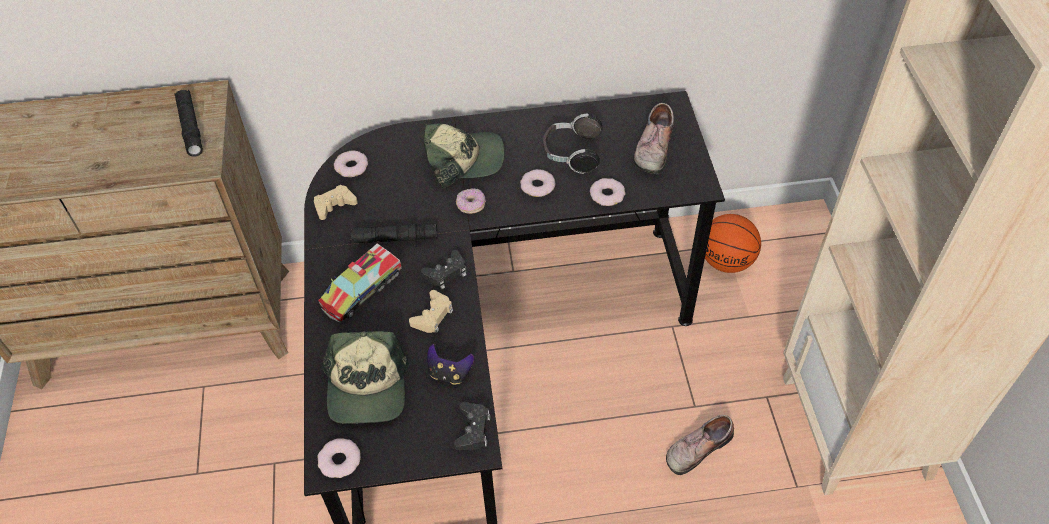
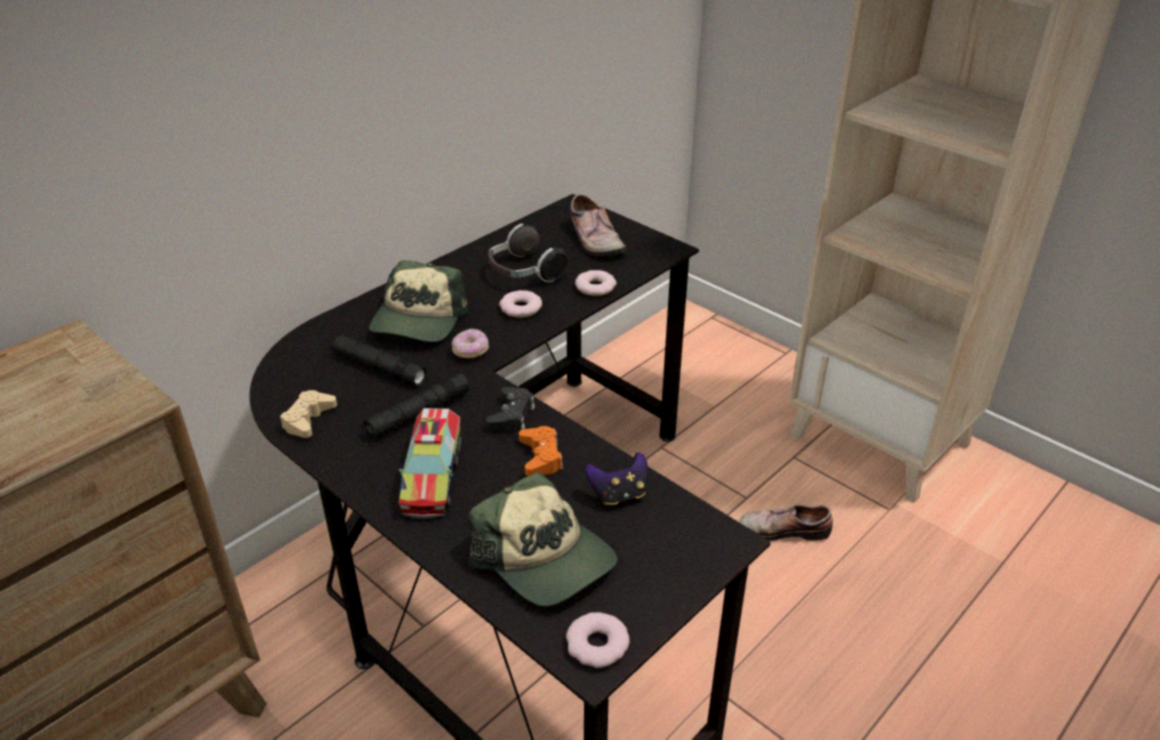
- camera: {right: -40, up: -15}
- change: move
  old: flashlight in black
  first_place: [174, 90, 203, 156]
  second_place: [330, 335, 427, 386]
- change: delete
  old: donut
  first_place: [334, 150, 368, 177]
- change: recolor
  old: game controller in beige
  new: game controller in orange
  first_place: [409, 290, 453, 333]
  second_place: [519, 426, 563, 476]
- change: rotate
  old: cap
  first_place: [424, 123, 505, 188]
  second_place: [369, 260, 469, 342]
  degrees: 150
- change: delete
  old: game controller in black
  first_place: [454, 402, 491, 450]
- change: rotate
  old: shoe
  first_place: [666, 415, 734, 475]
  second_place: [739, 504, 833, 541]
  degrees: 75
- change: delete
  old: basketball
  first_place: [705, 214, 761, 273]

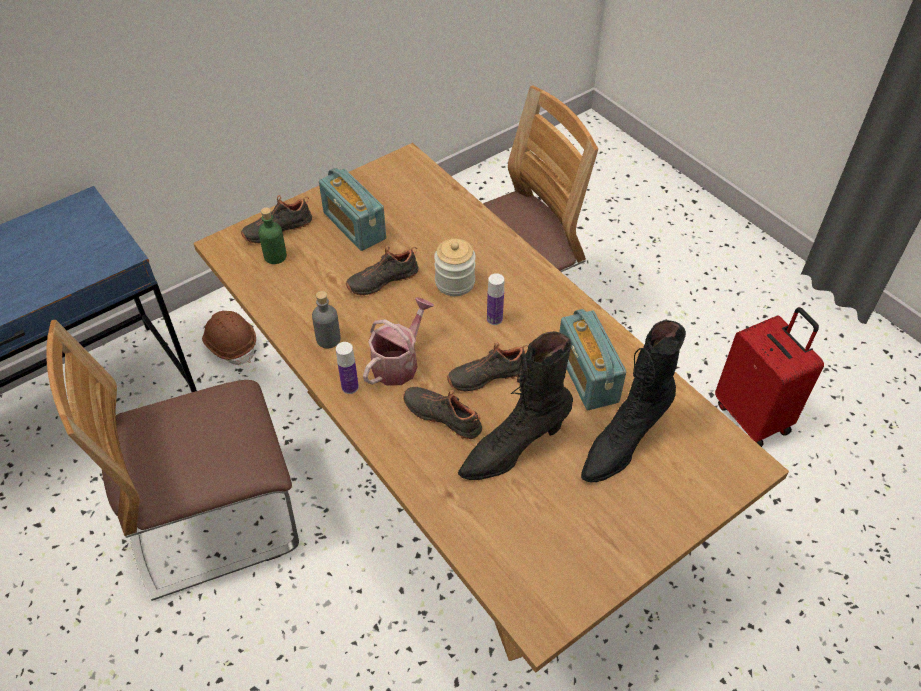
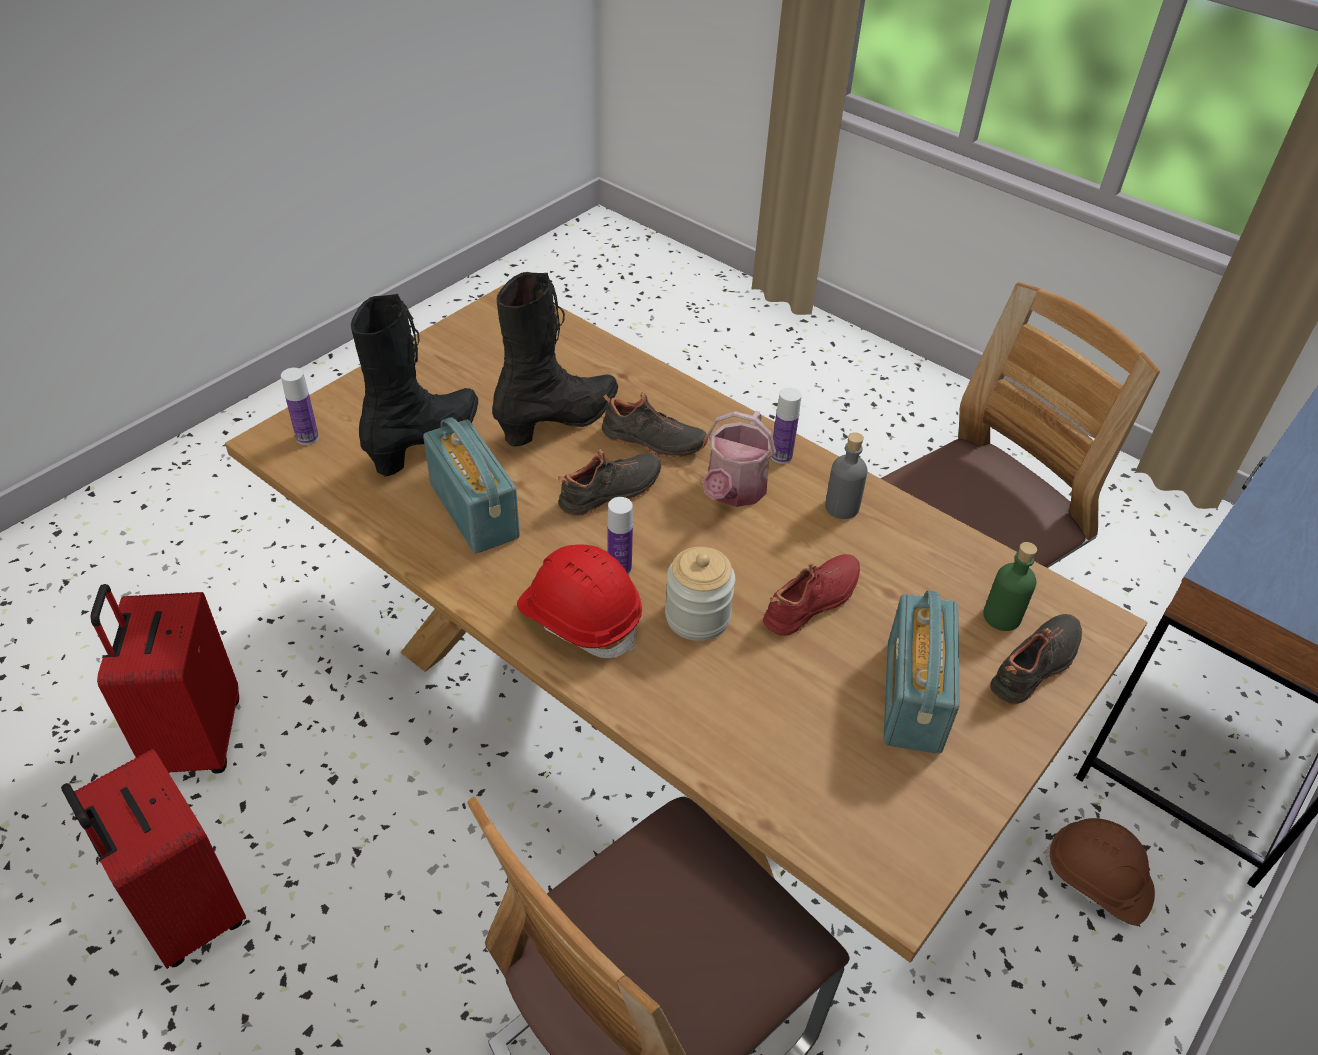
- camera: {right: 165, up: -5}
- change: rotate
  old: radio
  first_place: [319, 168, 386, 251]
  second_place: [883, 590, 960, 754]
  degrees: -120
- change: recolor
  old: shoe in black
  new: shoe in red
  first_place: [346, 246, 419, 296]
  second_place: [763, 554, 860, 636]
- change: insert
  new: suitcase in red
  second_place: [90, 584, 239, 774]
- change: insert
  new: bottle
  second_place: [281, 368, 319, 445]
- change: insert
  new: hard hat in red
  second_place: [517, 544, 642, 658]

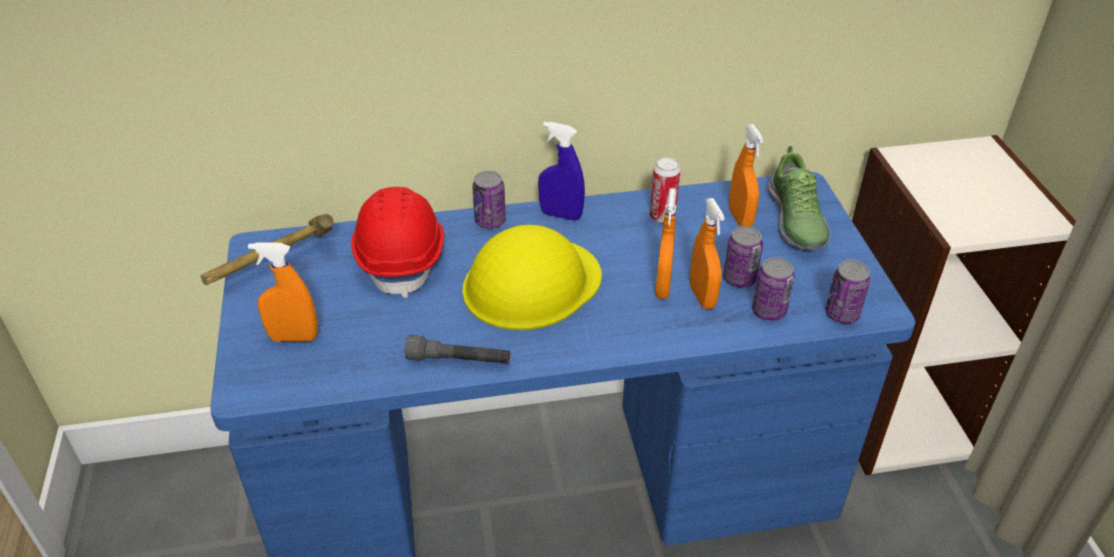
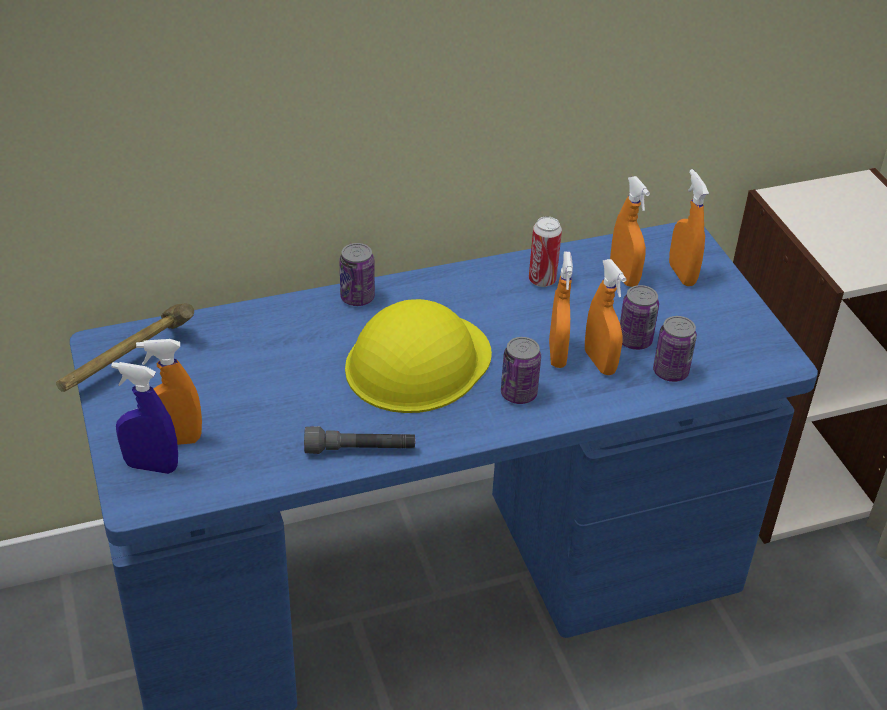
- camera: {right: -10, up: 0}
- change: delete
  old: hard hat in red
  first_place: [351, 187, 444, 298]
- change: move
  old: spray bottle in blue
  first_place: [538, 122, 585, 221]
  second_place: [111, 362, 178, 474]
- change: replace
  old: shoe
  new: spray bottle in orange
  first_place: [767, 146, 830, 250]
  second_place: [669, 169, 709, 286]
- change: move
  old: can
  first_place: [825, 260, 870, 323]
  second_place: [501, 337, 541, 404]

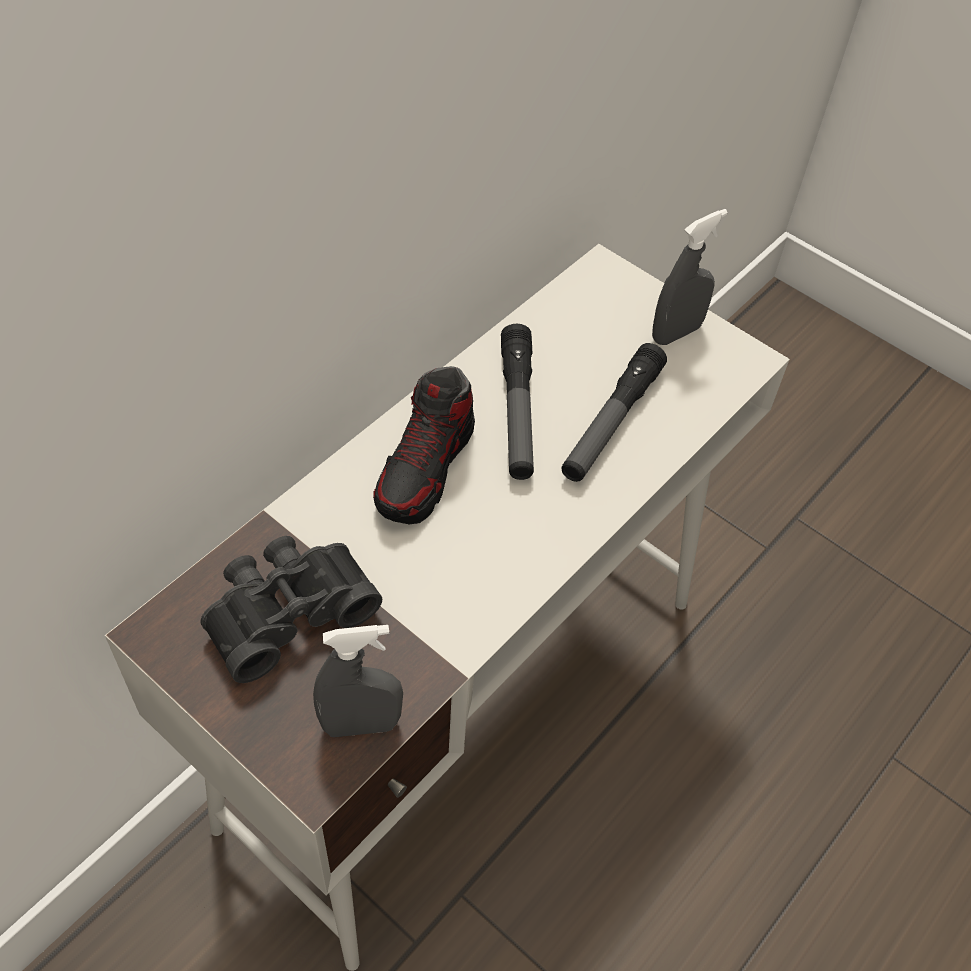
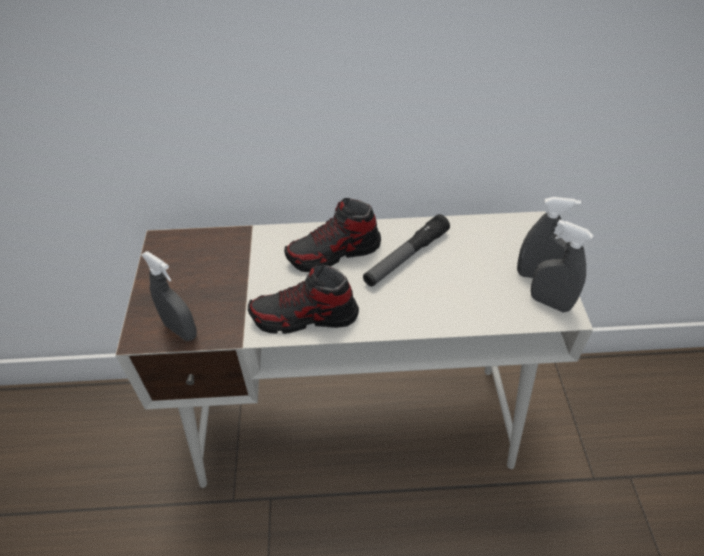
- camera: {right: 50, up: -5}
- change: delete
  old: binoculars in black
  first_place: [200, 536, 382, 683]
- change: delete
  old: flashlight
  first_place: [562, 343, 667, 482]
- change: insert
  new: shoe
  second_place: [248, 264, 359, 334]
- change: insert
  new: spray bottle in grey
  second_place: [531, 220, 594, 312]

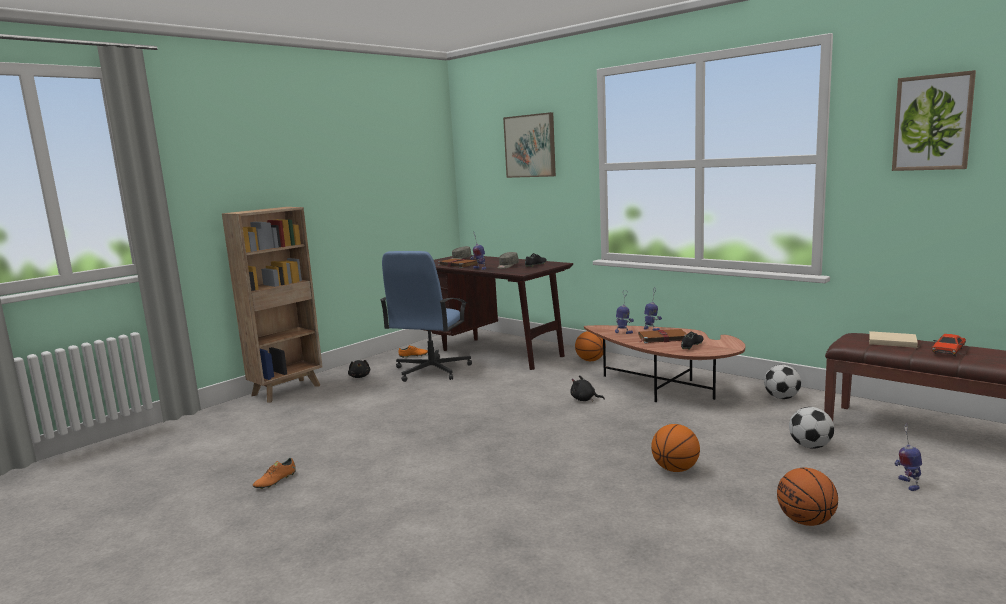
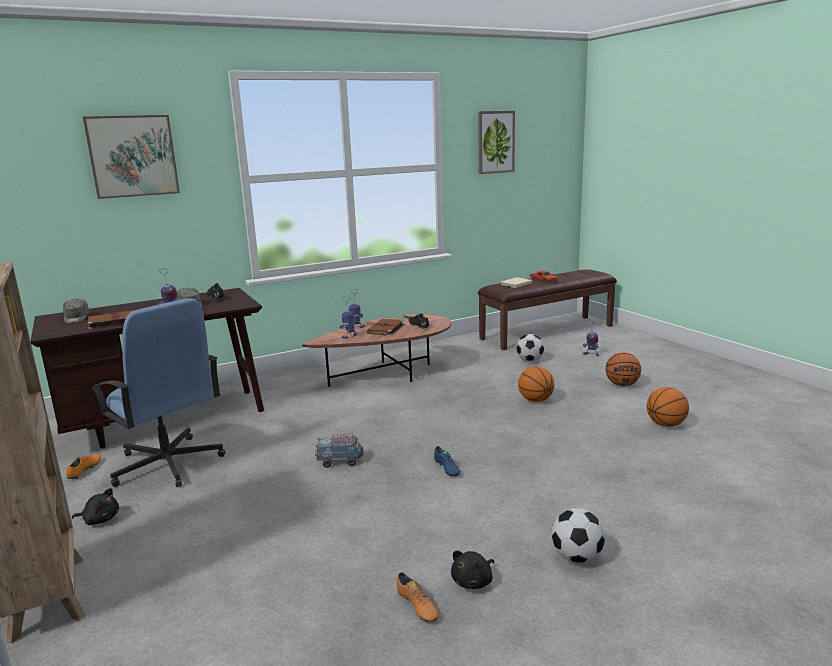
- camera: {right: -70, up: 5}
- change: move
  old: plush toy in black
  first_place: [570, 375, 605, 401]
  second_place: [451, 551, 494, 589]
- change: move
  old: basketball
  first_place: [575, 331, 606, 361]
  second_place: [647, 387, 689, 427]
- change: move
  old: football
  first_place: [764, 365, 801, 399]
  second_place: [551, 508, 605, 563]
- change: insert
  new: toy truck
  second_place: [315, 433, 364, 468]
- change: insert
  new: shoe in blue
  second_place: [434, 446, 460, 477]

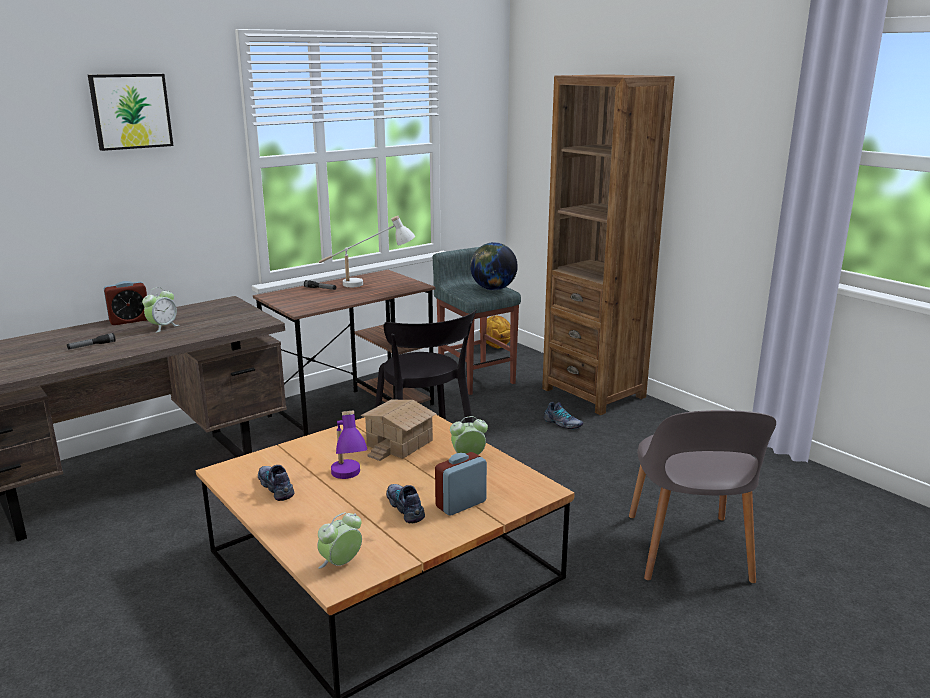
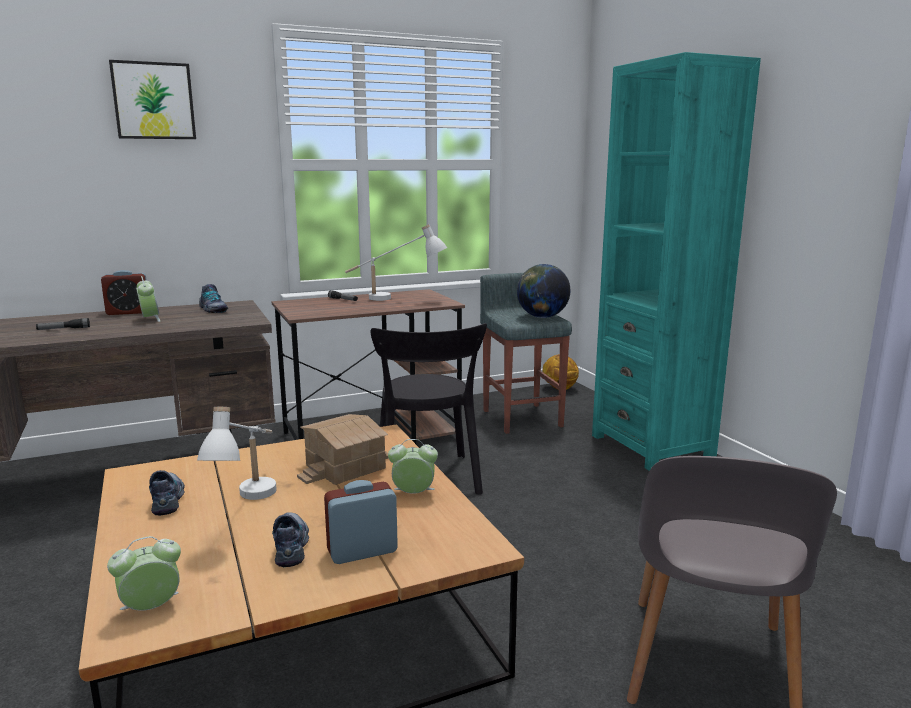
- camera: {right: 15, up: -5}
- change: rotate
  old: alarm clock
  first_place: [142, 287, 179, 333]
  second_place: [136, 276, 160, 322]
  degrees: -75
- change: recolor
  old: table lamp in purple
  new: table lamp in white
  first_place: [331, 410, 367, 479]
  second_place: [197, 407, 277, 500]
- change: recolor
  old: bookcase in brown
  new: bookcase in turquoise
  first_place: [542, 74, 675, 415]
  second_place: [592, 52, 761, 471]
- change: move
  old: shoe
  first_place: [544, 402, 583, 429]
  second_place: [199, 284, 228, 313]

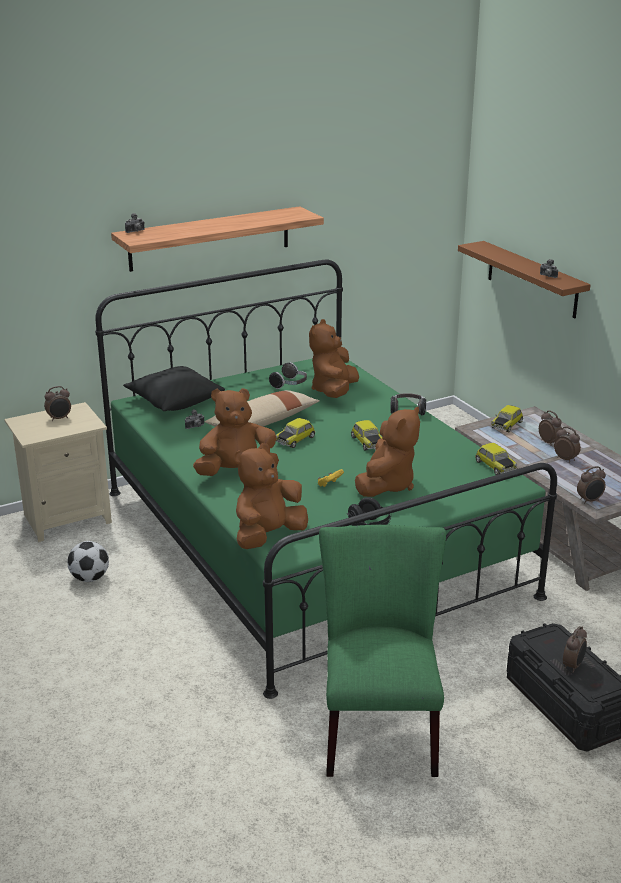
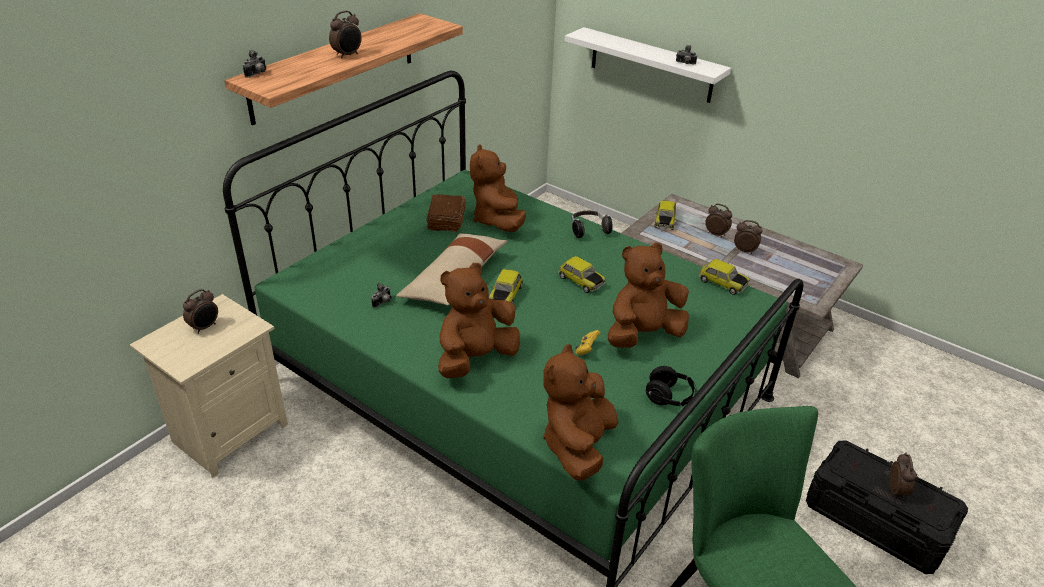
- camera: {right: -25, up: 10}
- change: delete
  old: football
  first_place: [68, 541, 109, 582]
- change: delete
  old: pillow in black
  first_place: [123, 366, 225, 411]
- change: replace
  old: headphones
  new: book in brown
  first_place: [269, 362, 307, 389]
  second_place: [427, 194, 466, 232]
- change: rotate
  old: plush toy in brown
  first_place: [355, 406, 420, 497]
  second_place: [608, 242, 689, 348]
  degrees: -120
- change: recolor
  old: shelf in brown
  new: shelf in white
  first_place: [458, 241, 590, 319]
  second_place: [565, 27, 731, 103]
- change: move
  old: alarm clock
  first_place: [577, 466, 606, 504]
  second_place: [329, 11, 362, 59]

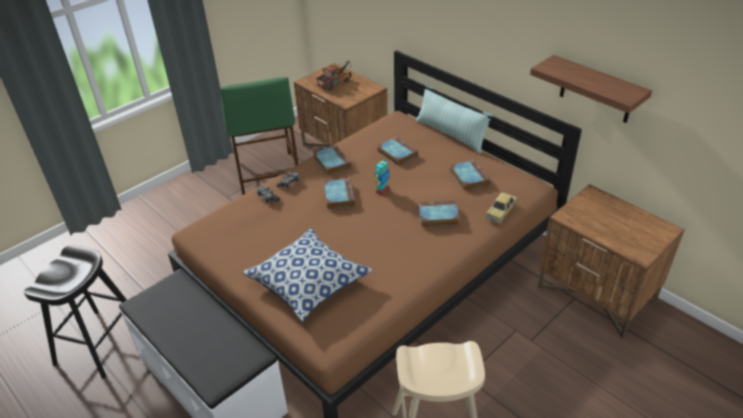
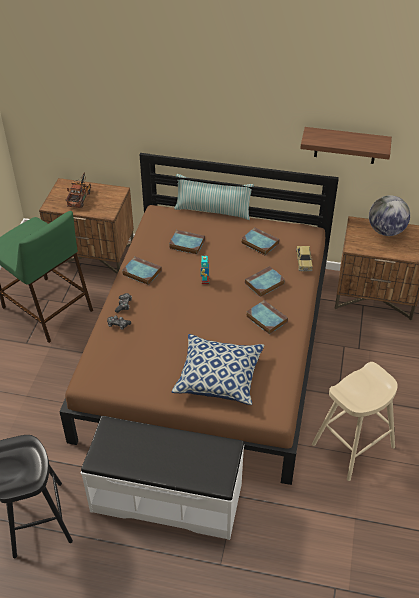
- camera: {right: -35, up: 5}
- change: move
  old: book
  first_place: [324, 178, 355, 209]
  second_place: [246, 300, 288, 335]
- change: insert
  new: globe
  second_place: [369, 195, 410, 236]

